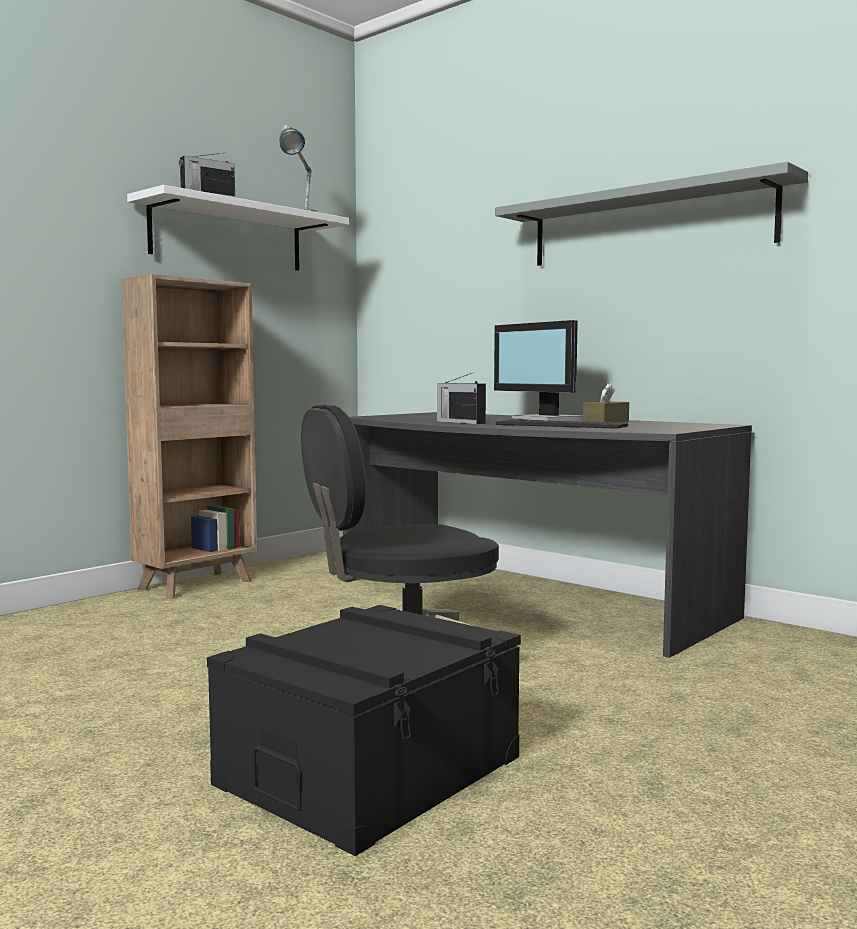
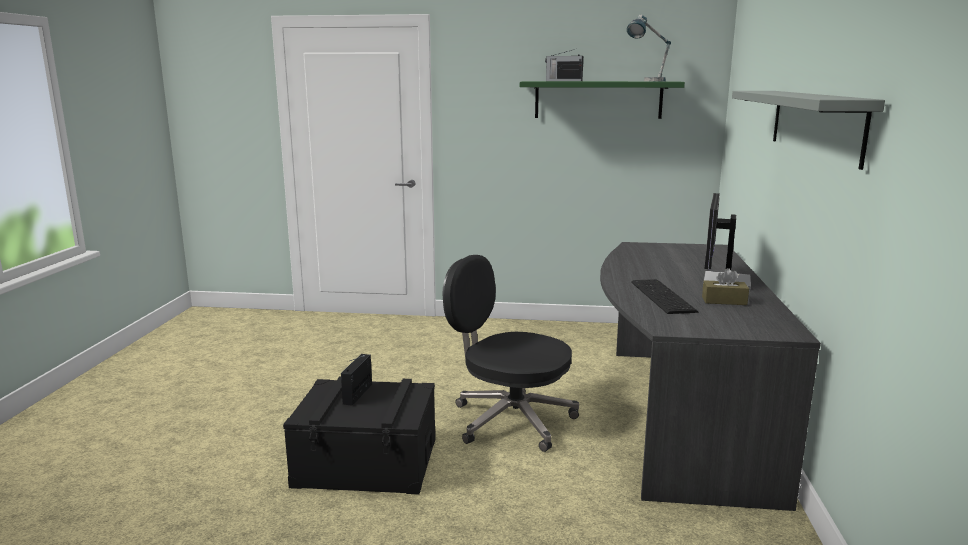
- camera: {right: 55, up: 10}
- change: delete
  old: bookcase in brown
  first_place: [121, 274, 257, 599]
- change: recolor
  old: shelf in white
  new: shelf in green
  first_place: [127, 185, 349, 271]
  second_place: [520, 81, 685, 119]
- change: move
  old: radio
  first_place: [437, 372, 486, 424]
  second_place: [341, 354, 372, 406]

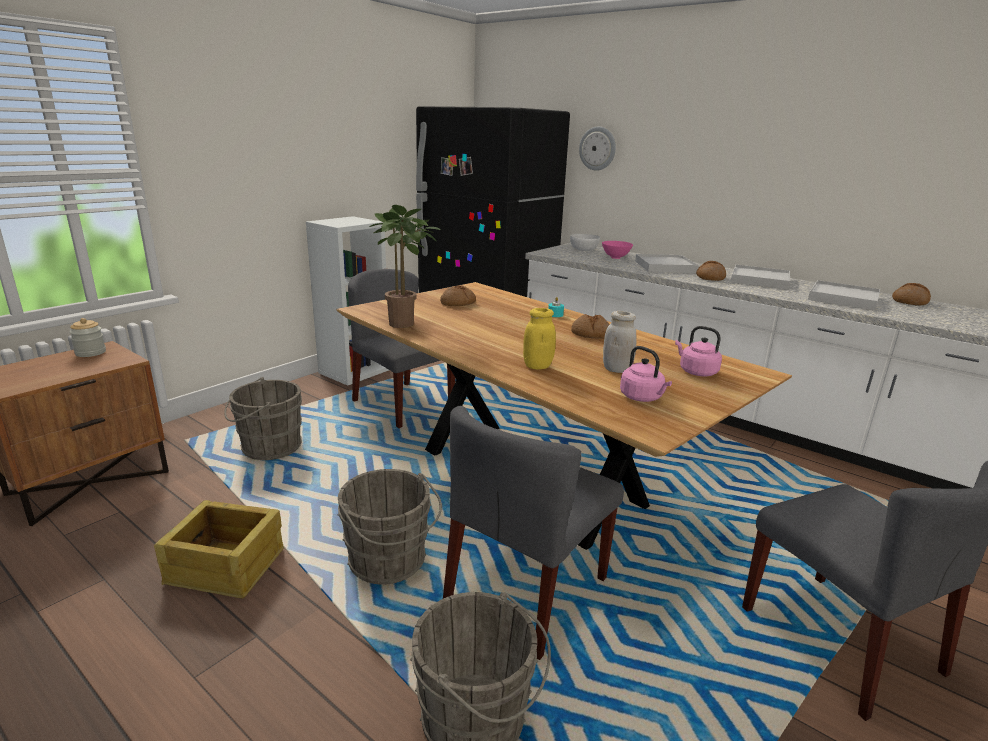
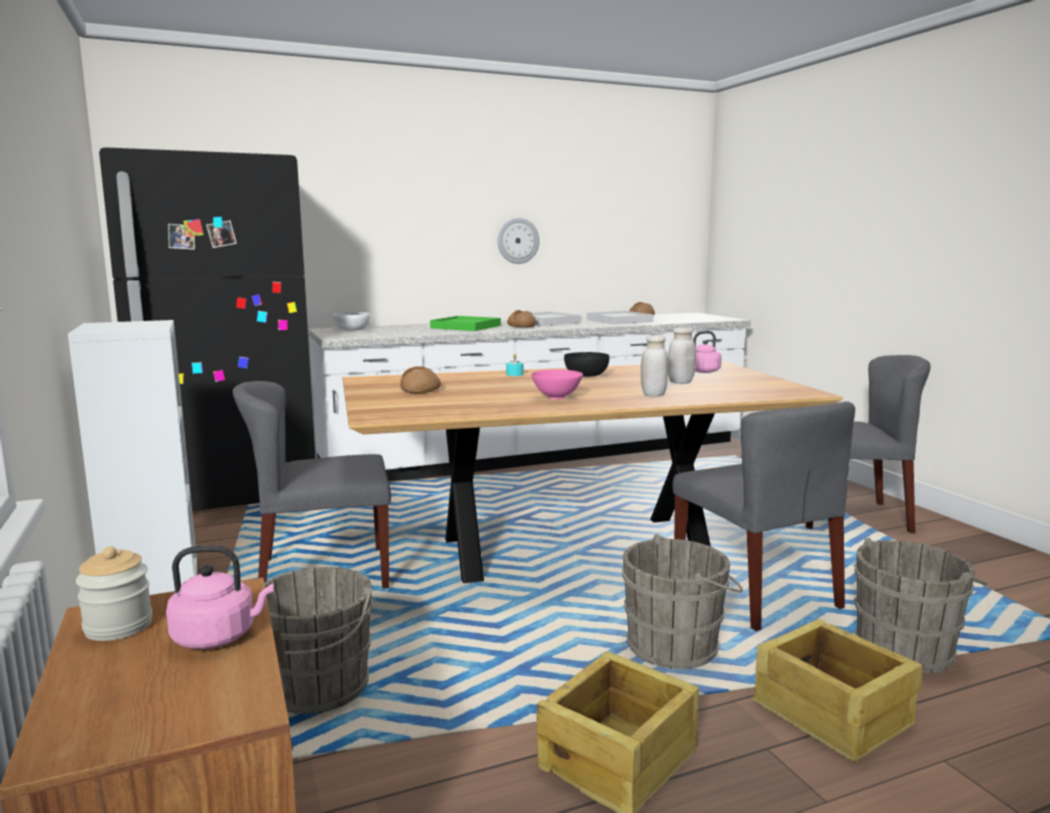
- camera: {right: -60, up: -10}
- change: delete
  old: potted plant
  first_place: [370, 205, 441, 328]
- change: recolor
  old: jar in yellow
  new: jar in white
  first_place: [523, 308, 556, 370]
  second_place: [641, 335, 668, 397]
- change: replace
  old: bread
  new: bowl in black
  first_place: [571, 314, 610, 339]
  second_place: [564, 352, 609, 377]
- change: move
  old: wall clock
  first_place: [579, 126, 616, 171]
  second_place: [498, 218, 539, 264]
- change: move
  old: bowl in pink
  first_place: [602, 241, 633, 259]
  second_place: [531, 370, 583, 399]
- change: move
  old: kettle in pink
  first_place: [620, 346, 672, 402]
  second_place: [166, 545, 274, 649]
- change: recolor
  old: tray in white
  new: tray in green
  first_place: [635, 254, 699, 273]
  second_place: [430, 316, 501, 331]
- change: insert
  new: crate
  second_place: [752, 619, 922, 762]

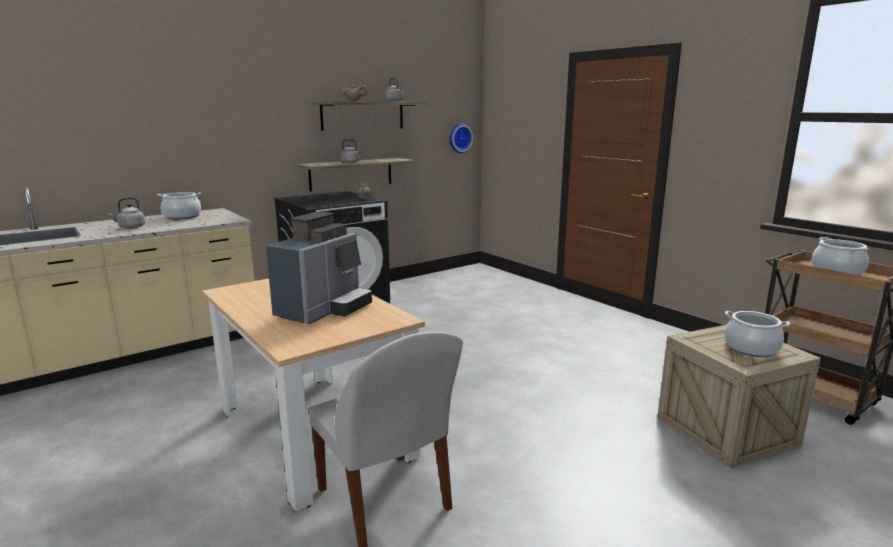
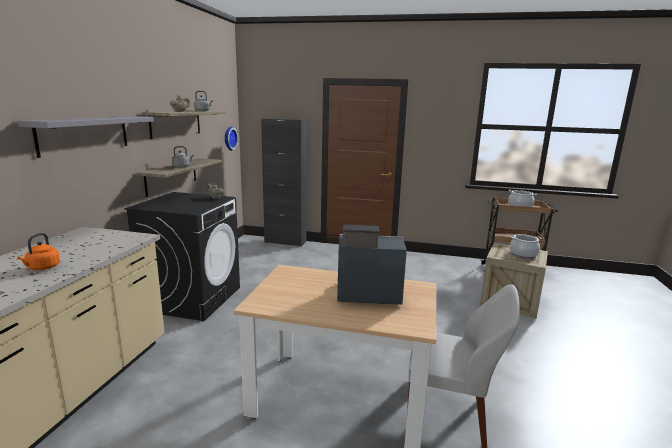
- camera: {right: -40, up: 0}
- change: recolor
  old: kettle in grey
  new: kettle in orange
  first_place: [108, 197, 145, 229]
  second_place: [18, 233, 60, 270]
- change: delete
  old: cooking pot
  first_place: [157, 192, 201, 220]
- change: rotate
  old: coffee machine
  first_place: [266, 211, 372, 324]
  second_place: [337, 225, 407, 305]
  degrees: -75
- change: insert
  new: shelf in grey
  second_place: [17, 116, 154, 158]
- change: insert
  new: cabinet in black
  second_place: [261, 118, 307, 247]

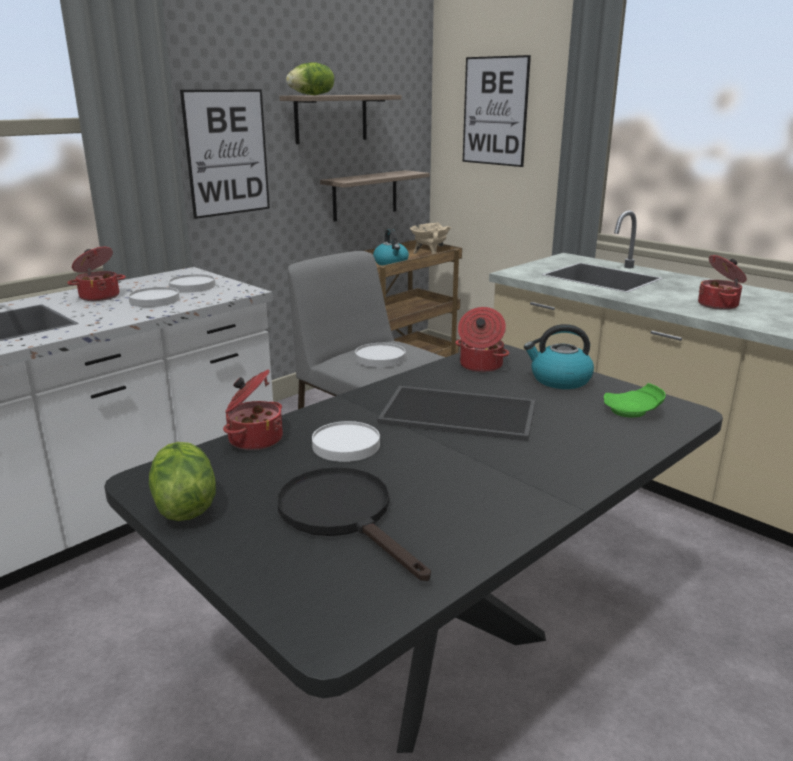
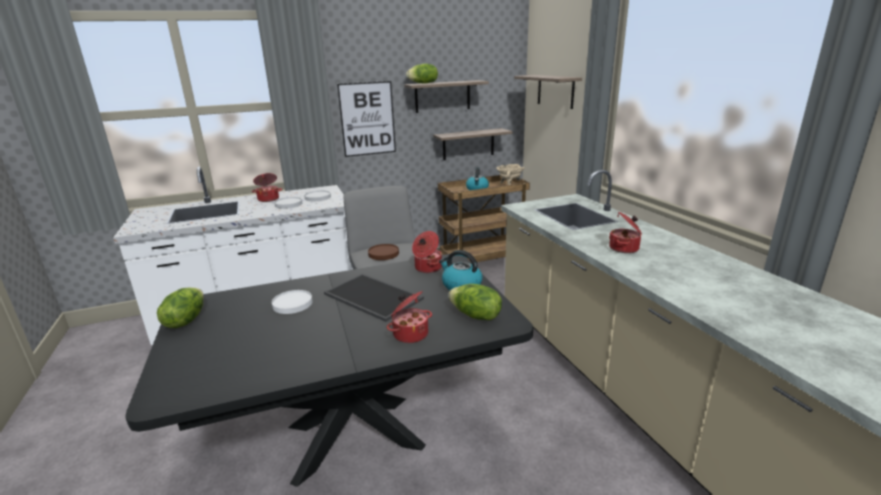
- camera: {right: 25, up: 0}
- change: move
  old: cooking pot
  first_place: [223, 369, 283, 450]
  second_place: [387, 291, 432, 343]
- change: delete
  old: frying pan in black
  first_place: [277, 467, 431, 581]
- change: recolor
  old: plate in white
  new: plate in brown
  first_place: [355, 343, 406, 368]
  second_place: [368, 244, 399, 260]
- change: replace
  old: picture
  new: shelf
  first_place: [463, 55, 531, 167]
  second_place: [514, 75, 582, 109]
- change: replace
  old: plate in green
  new: lettuce
  first_place: [604, 383, 666, 418]
  second_place: [448, 284, 502, 320]

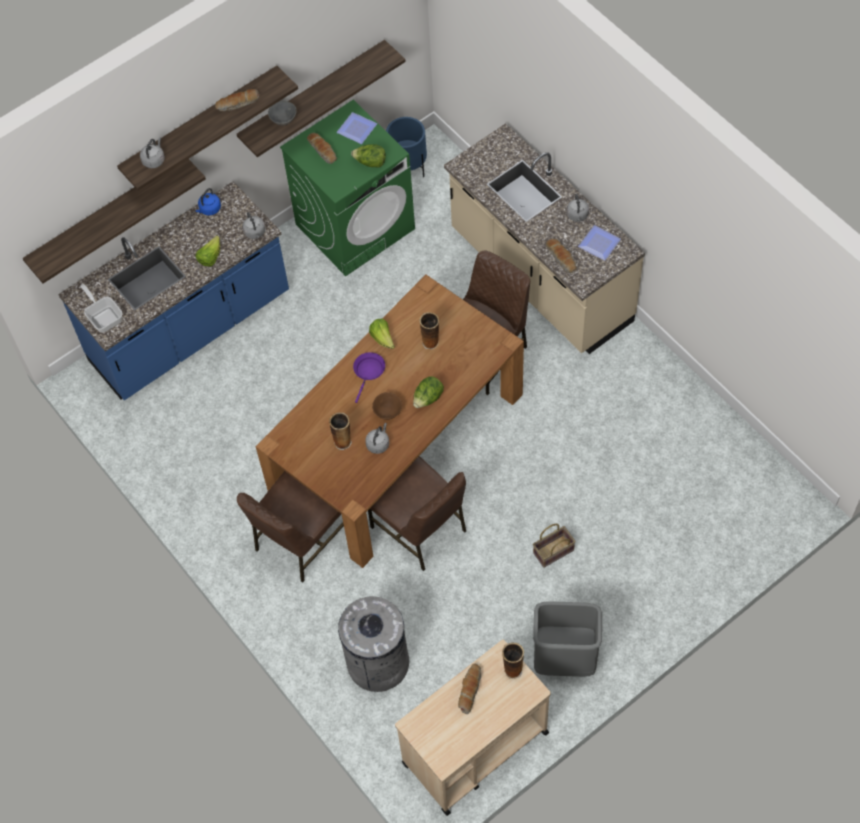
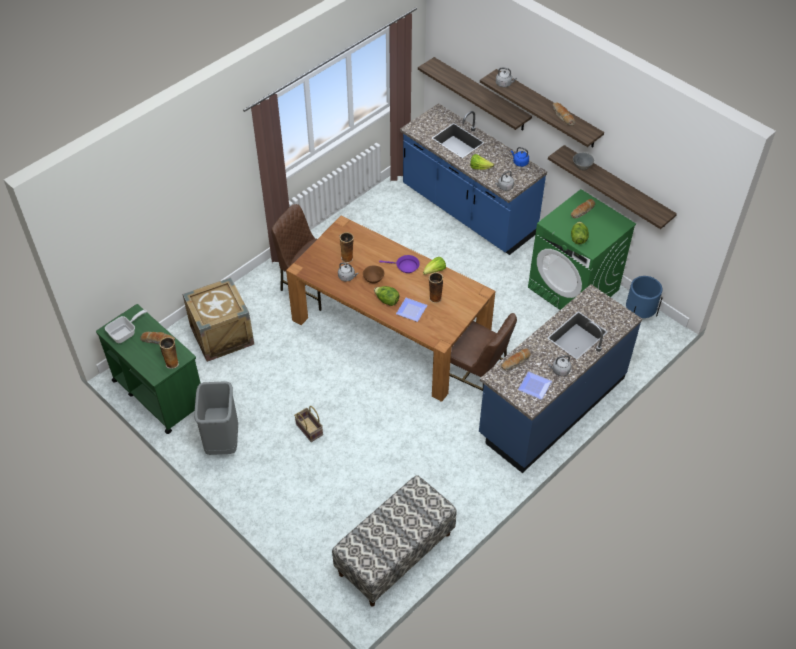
- camera: {right: 80, up: -10}
- change: move
  old: frying pan
  first_place: [80, 284, 122, 333]
  second_place: [105, 310, 147, 343]
- change: move
  old: plate
  first_place: [336, 112, 377, 144]
  second_place: [396, 298, 427, 322]
- change: replace
  old: trash can in grey
  new: crate
  first_place: [338, 596, 409, 692]
  second_place: [183, 277, 254, 362]
- change: delete
  old: chair in brown
  first_place: [368, 456, 466, 571]
- change: recolor
  old: cart in beige
  new: cart in green
  first_place: [395, 640, 551, 816]
  second_place: [96, 304, 200, 434]
- change: recolor
  old: counter in beige
  new: counter in blue
  first_place: [444, 123, 645, 354]
  second_place: [479, 284, 642, 473]
- change: insert
  new: bench
  second_place: [332, 475, 457, 606]

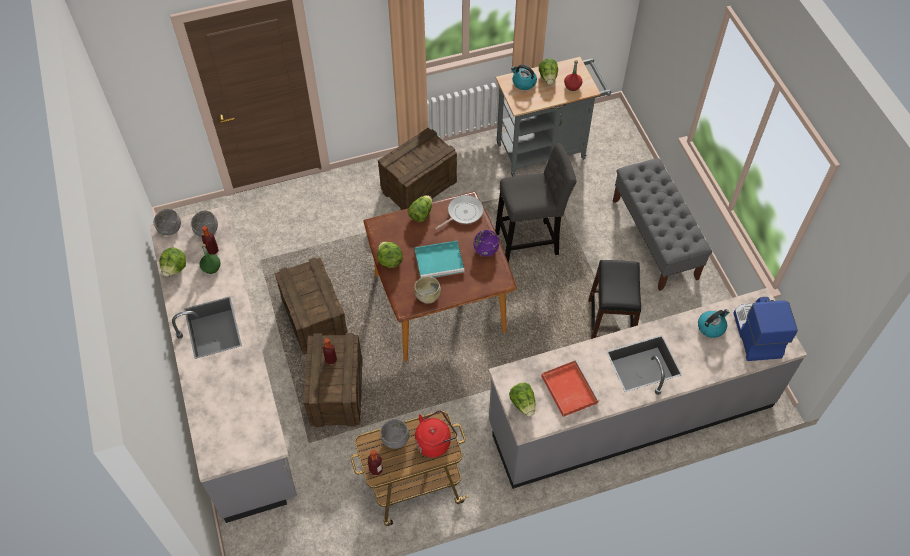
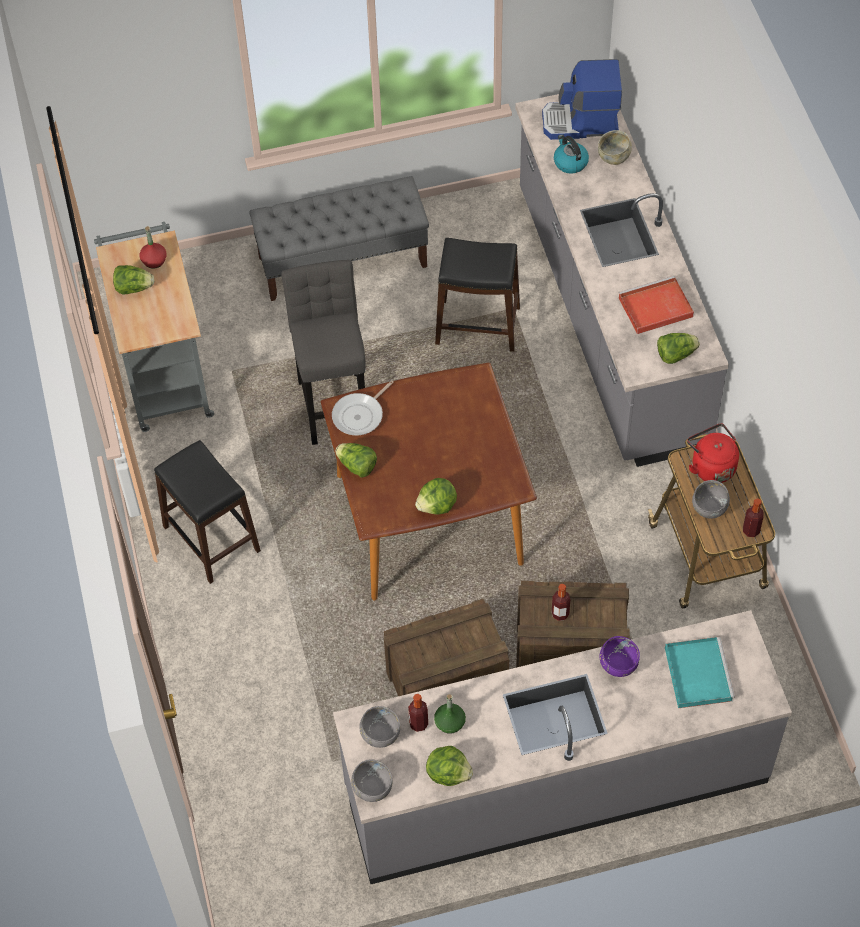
- camera: {right: -85, up: 0}
- change: replace
  old: crate
  new: stool in black
  first_place: [378, 128, 457, 210]
  second_place: [154, 440, 261, 584]
- change: move
  old: tray in turquoise
  first_place: [414, 240, 465, 278]
  second_place: [665, 637, 735, 708]
- change: move
  old: bowl in beige
  first_place: [414, 276, 441, 304]
  second_place: [598, 130, 632, 165]
- change: rotate
  old: frying pan
  first_place: [435, 195, 483, 230]
  second_place: [332, 380, 394, 435]
  degrees: -105
- change: move
  old: bowl in purple
  first_place: [473, 230, 499, 256]
  second_place: [600, 636, 640, 677]
- change: delete
  old: kettle
  first_place: [511, 65, 537, 90]

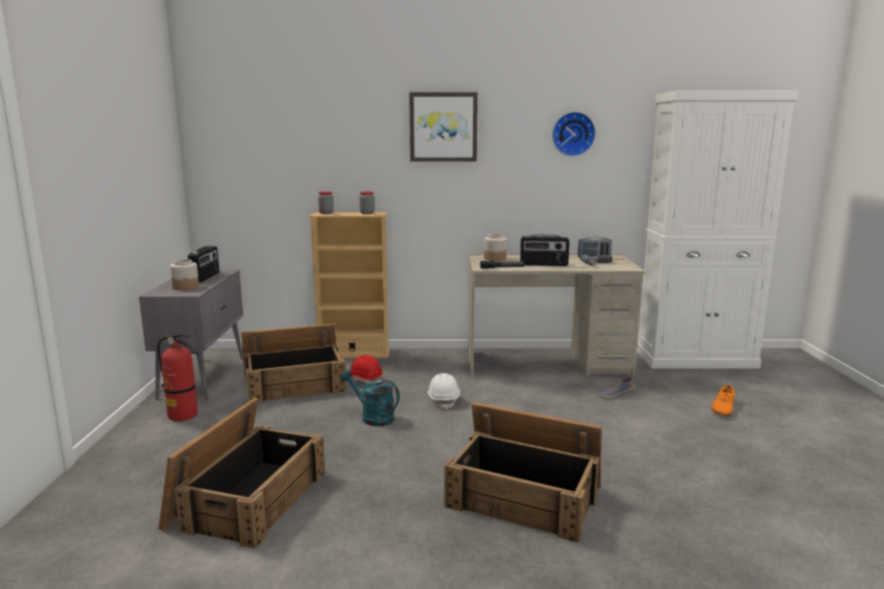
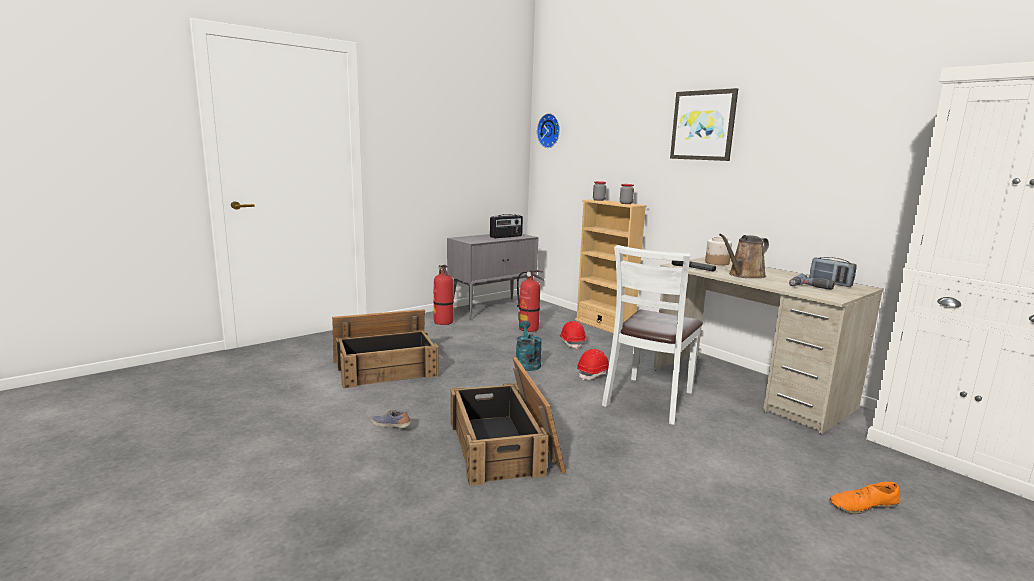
- camera: {right: 50, up: 0}
- change: delete
  old: jar
  first_place: [170, 259, 199, 290]
- change: replace
  old: crate
  new: fire extinguisher
  first_place: [241, 323, 346, 403]
  second_place: [517, 270, 544, 332]
- change: recolor
  old: hard hat in white
  new: hard hat in red
  first_place: [427, 373, 460, 410]
  second_place: [577, 349, 609, 380]
- change: replace
  old: radio
  new: watering can in brown
  first_place: [520, 234, 570, 266]
  second_place: [719, 234, 769, 278]
- change: move
  old: wall clock
  first_place: [552, 112, 596, 157]
  second_place: [537, 113, 560, 148]
- change: move
  old: shoe
  first_place: [599, 376, 635, 399]
  second_place: [371, 410, 411, 428]
- change: insert
  new: chair in white
  second_place: [602, 245, 703, 425]

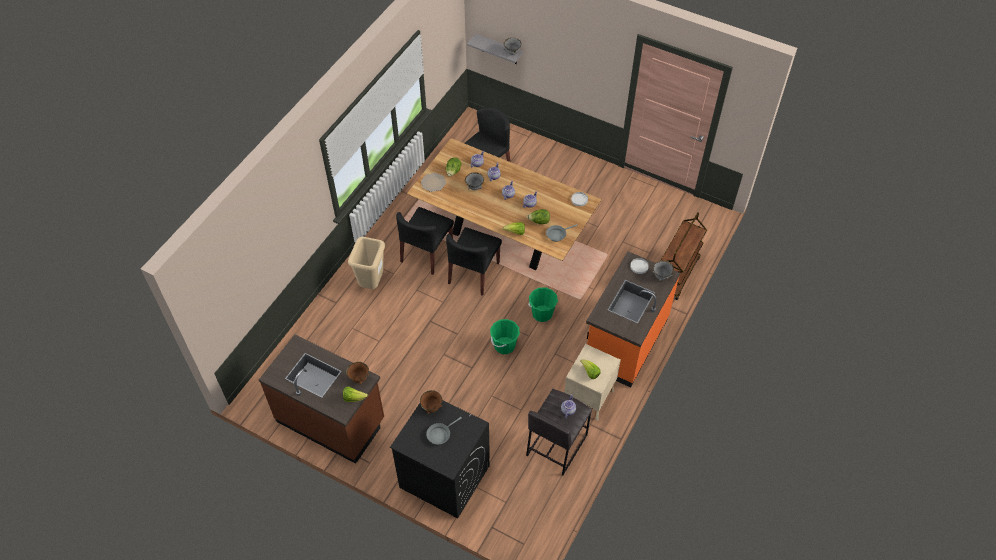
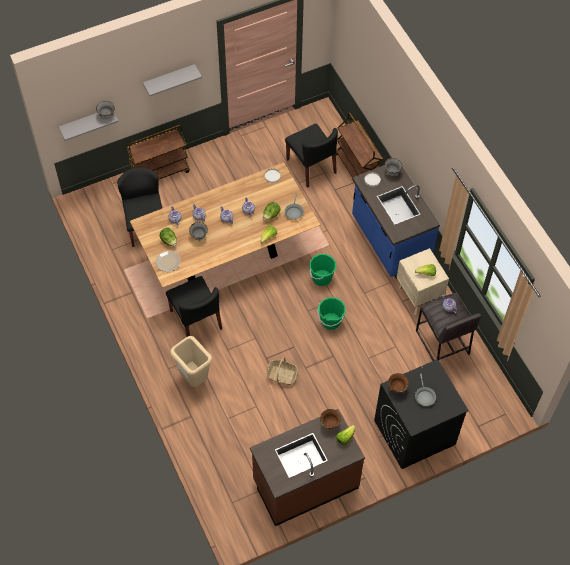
- camera: {right: -55, up: 5}
- change: move
  old: chair in black
  first_place: [446, 227, 502, 296]
  second_place: [285, 124, 338, 188]
- change: recolor
  old: counter in orange
  new: counter in blue
  first_place: [586, 251, 680, 388]
  second_place: [352, 165, 440, 279]
- change: insert
  new: cart in brown
  second_place: [126, 125, 190, 180]
- change: insert
  new: shelf in grey
  second_place: [143, 64, 202, 96]
- change: insert
  new: basket
  second_place: [266, 357, 298, 385]

